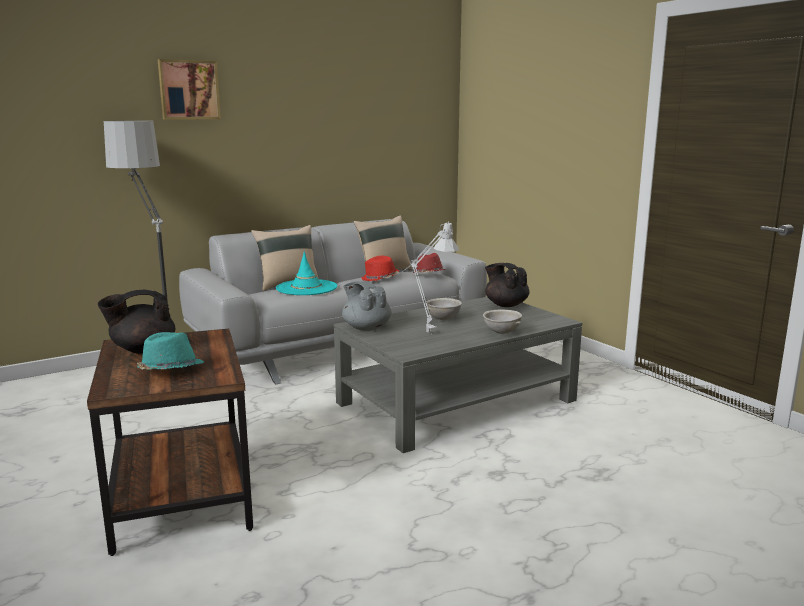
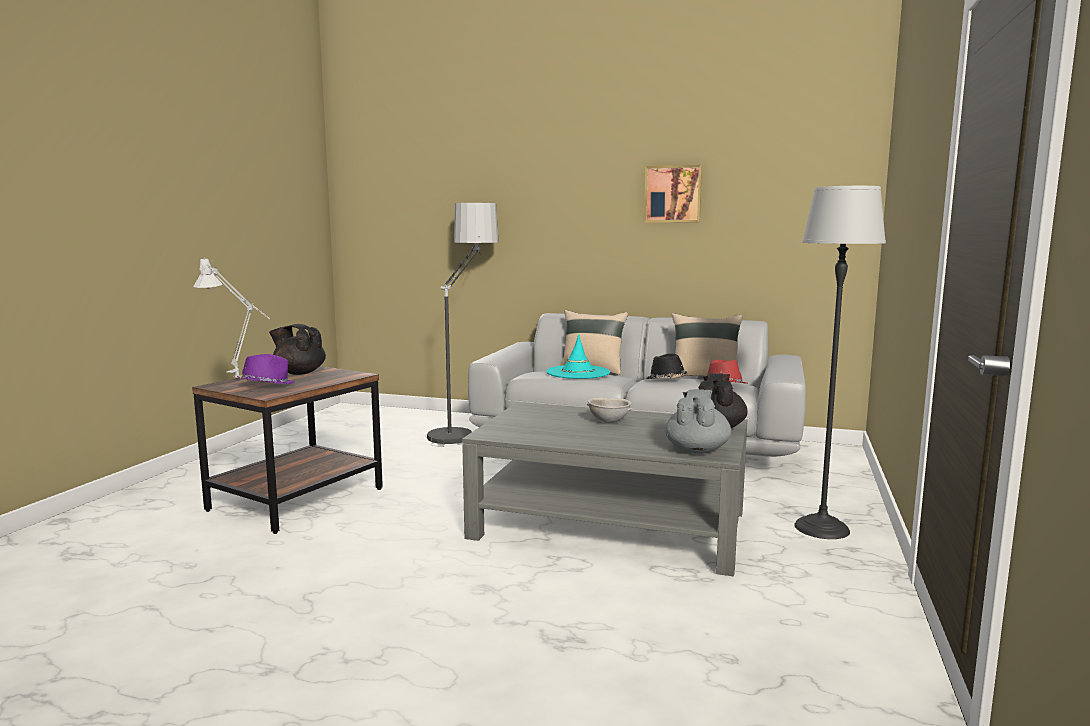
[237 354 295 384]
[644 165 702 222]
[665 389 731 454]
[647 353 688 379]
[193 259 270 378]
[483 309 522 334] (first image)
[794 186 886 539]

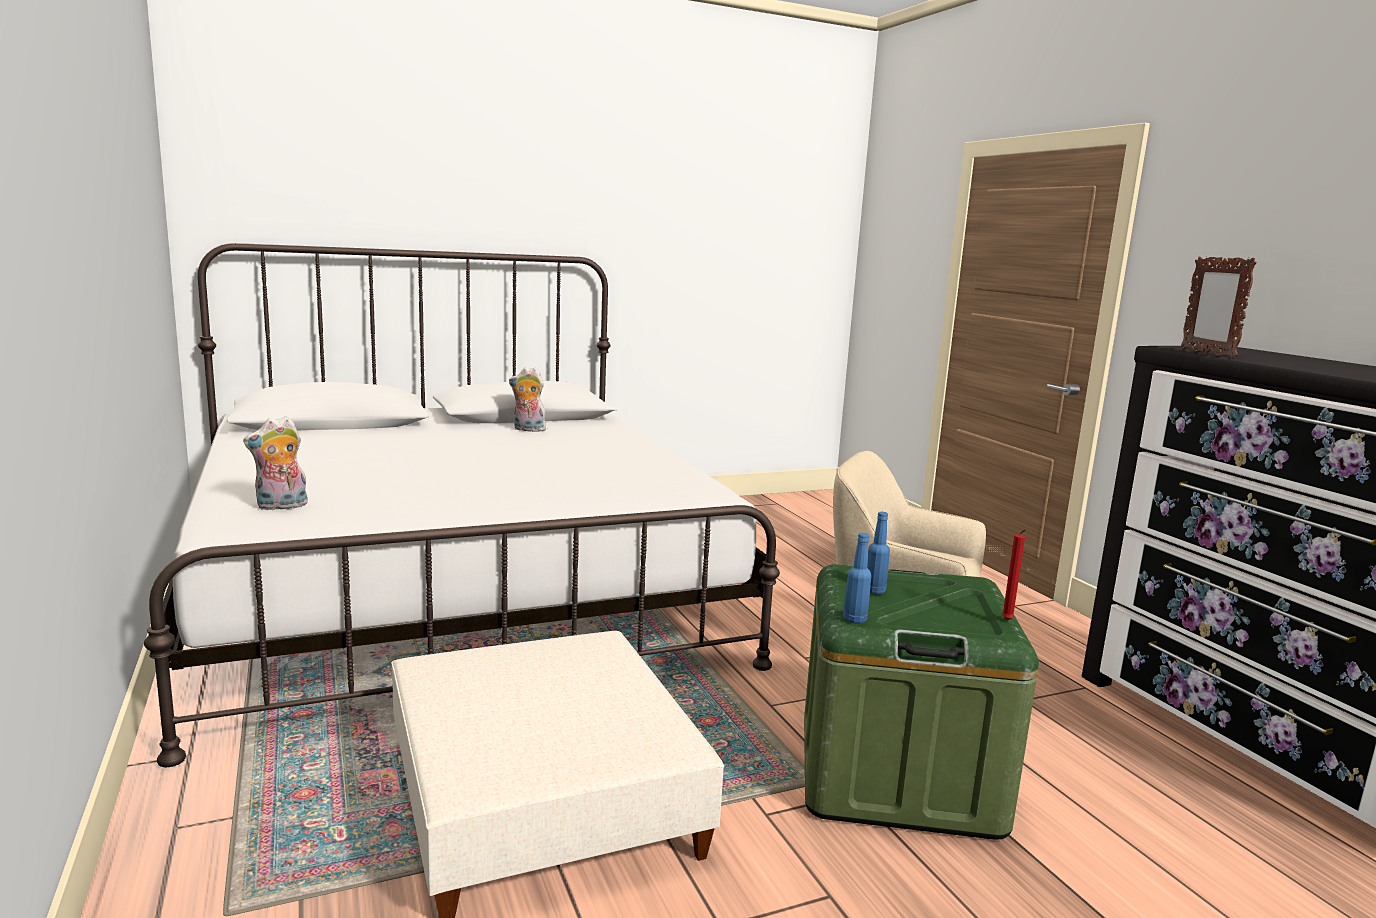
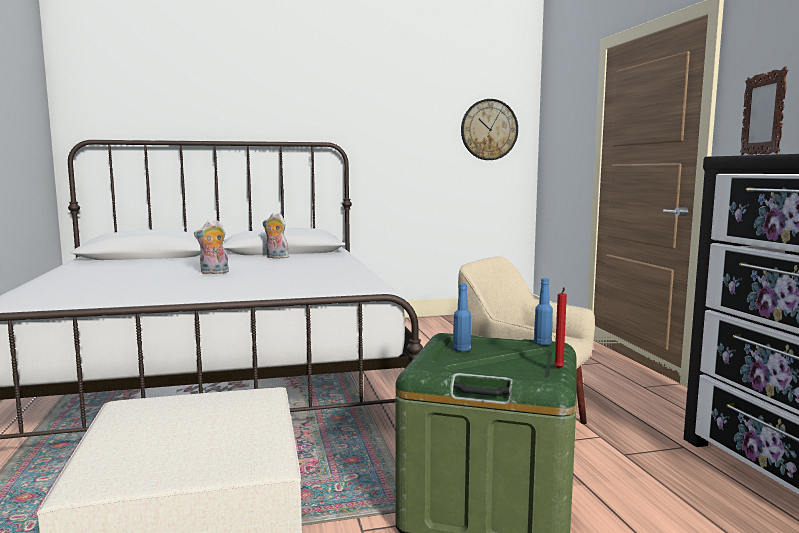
[194 220 229 274]
[534 278 553 346]
[461 99 518 160]

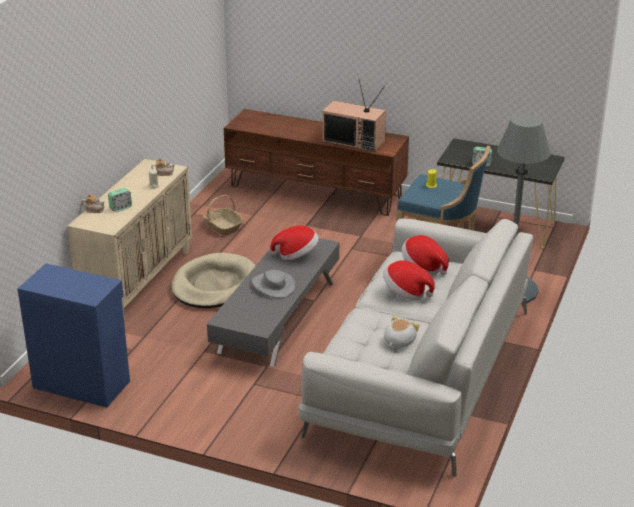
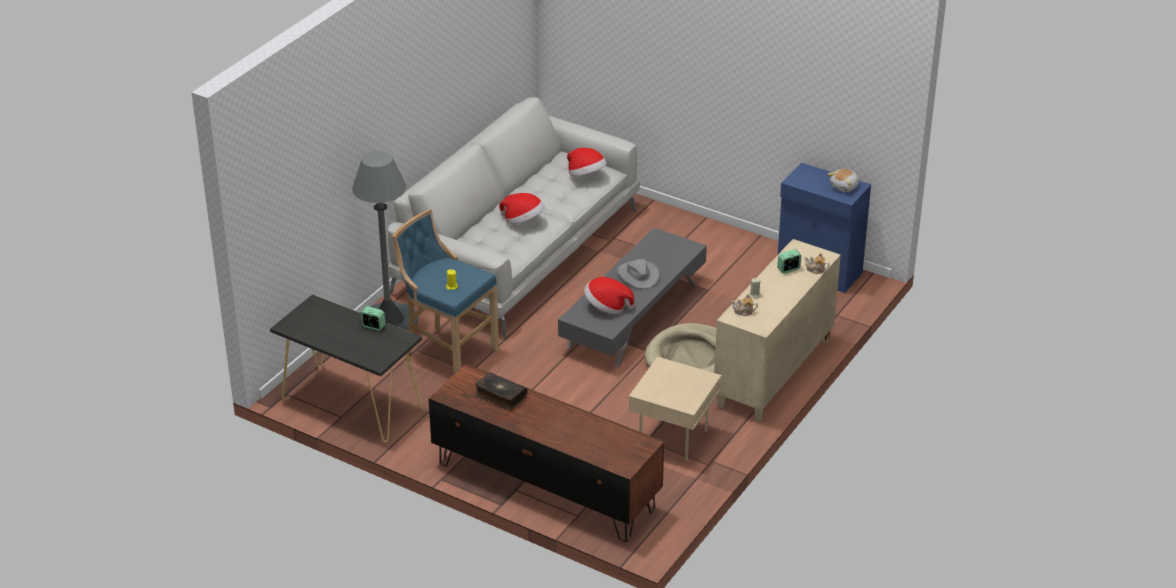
[629 357 722 461]
[475 372 527 410]
[827 169 859 192]
[567 148 607 176]

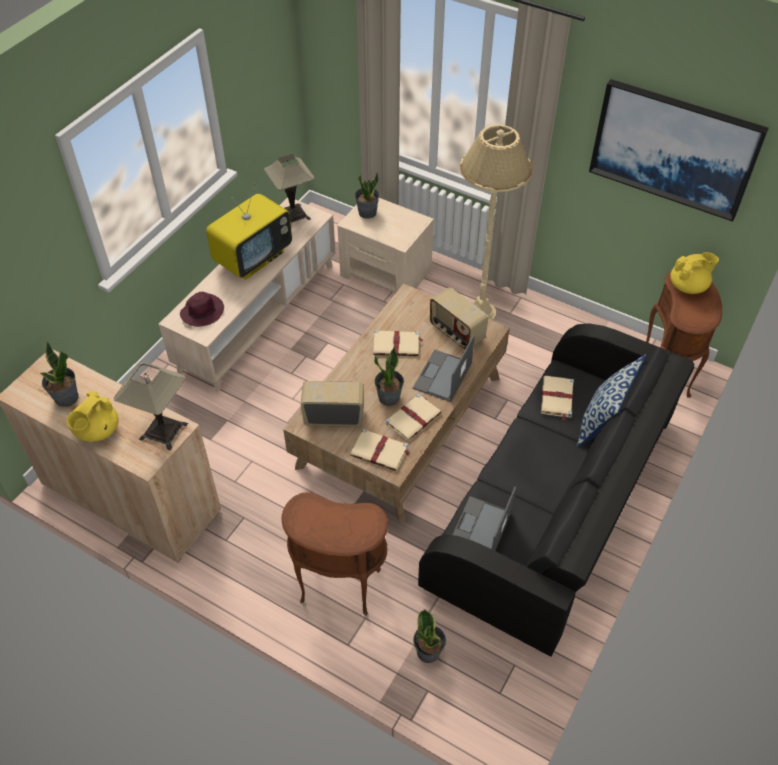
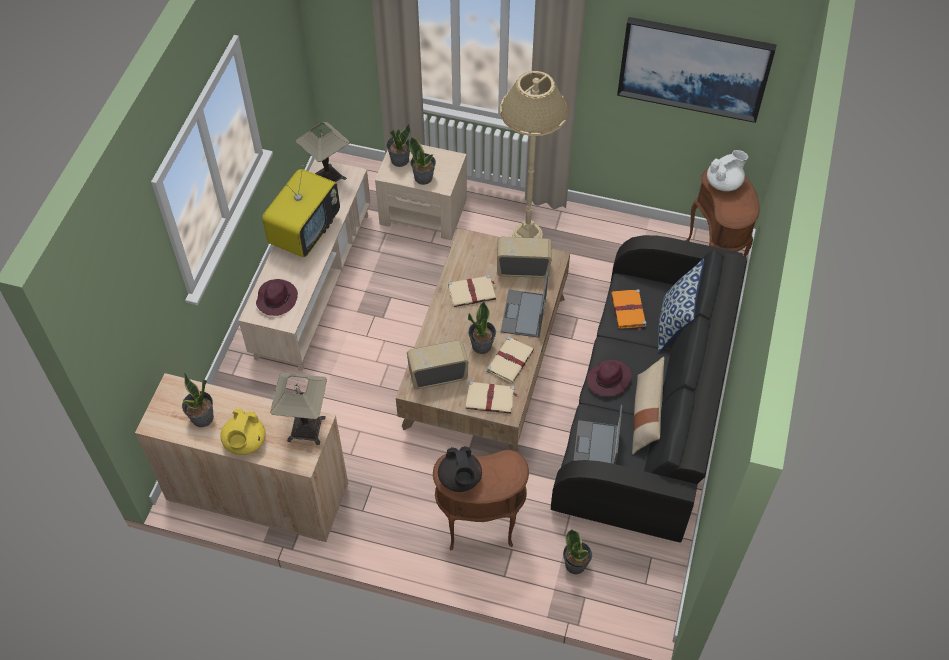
[497 237 552 278]
[611 289 646 330]
[707 150 748 191]
[409 137 436 185]
[438 446 482 492]
[587 360 632 396]
[632 357 664 454]

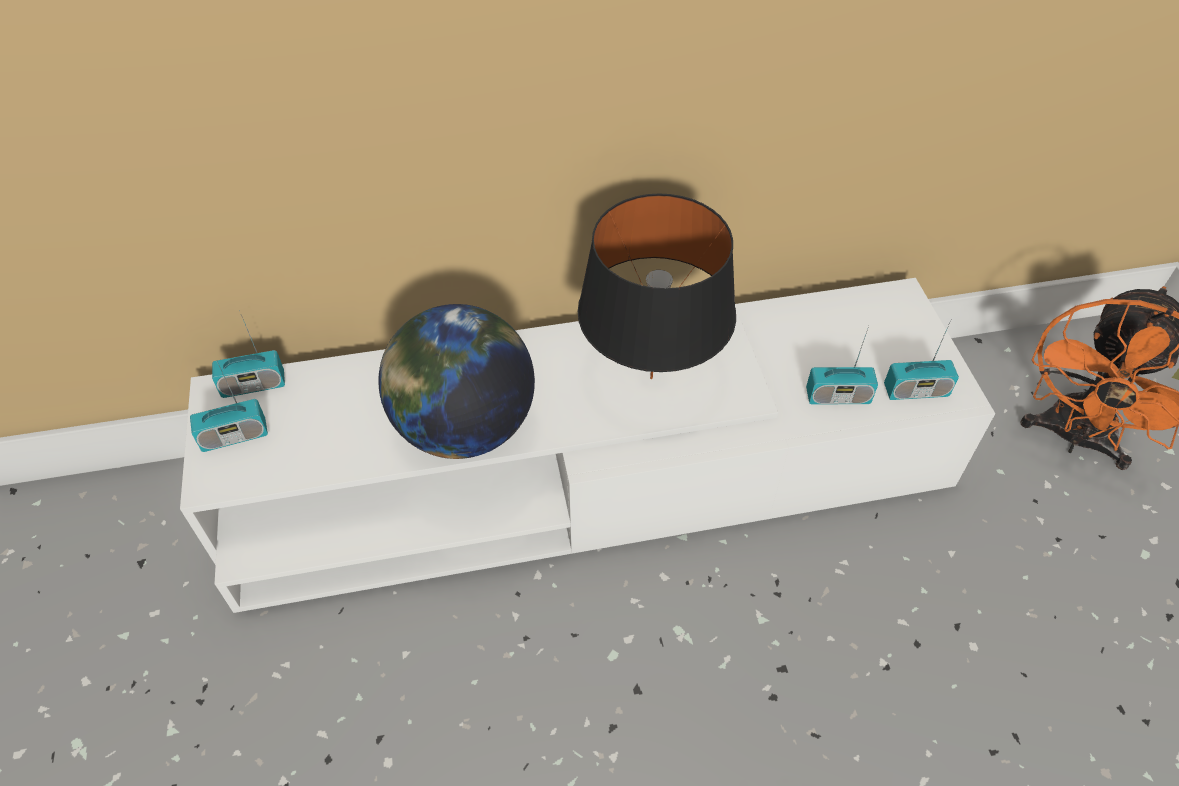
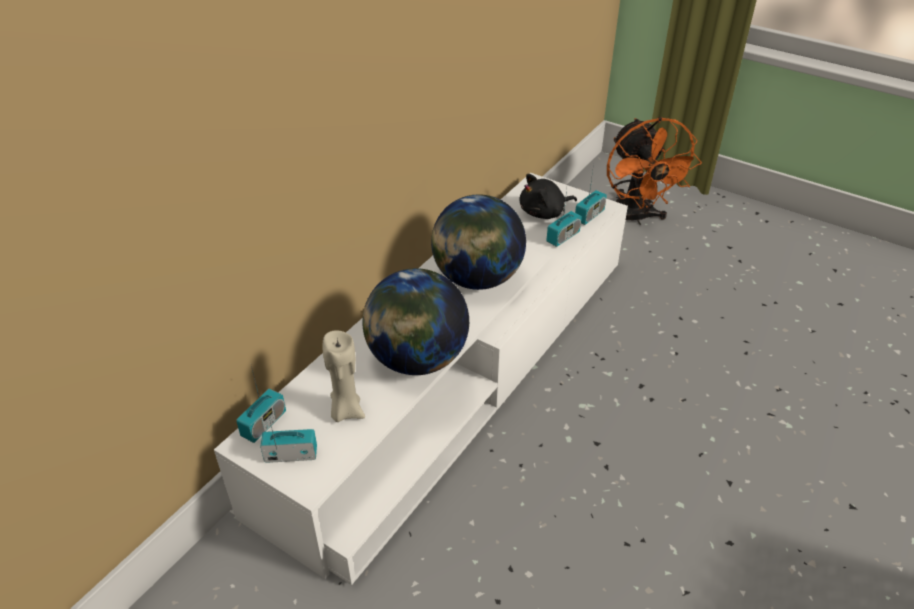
[260 414 317 463]
[431 194 526 290]
[323 330 365 422]
[520 174 577 219]

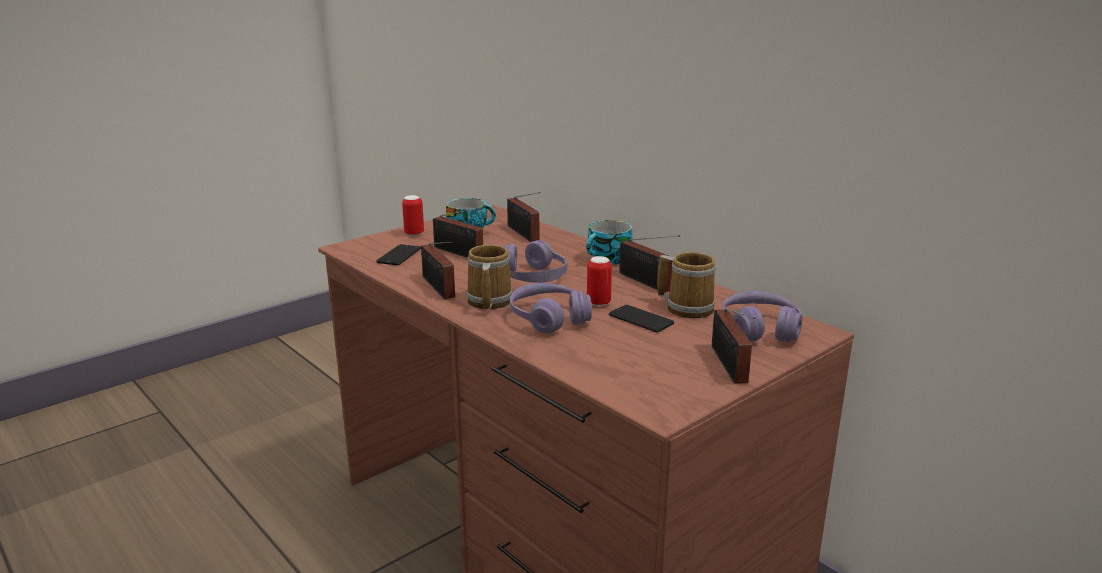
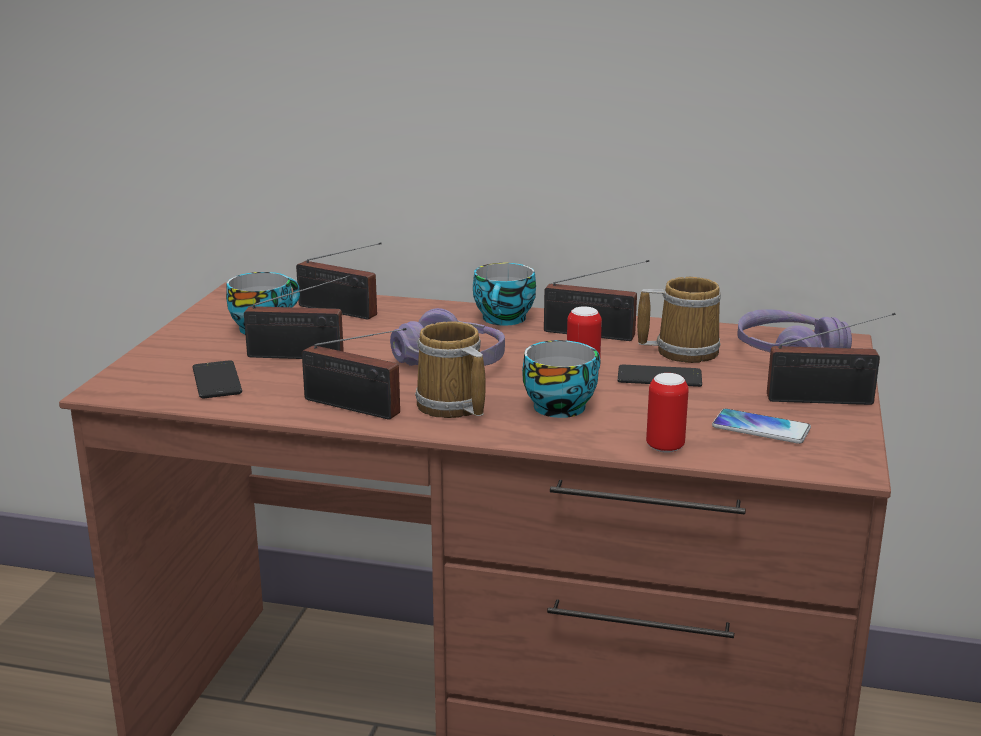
[646 373 689 453]
[522 340 600 418]
[767 313 896 405]
[712 408 811 444]

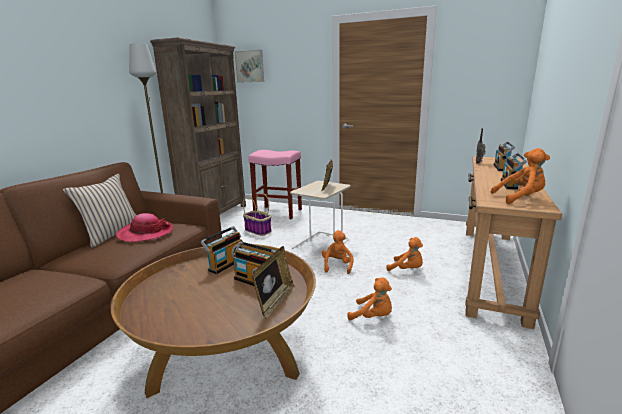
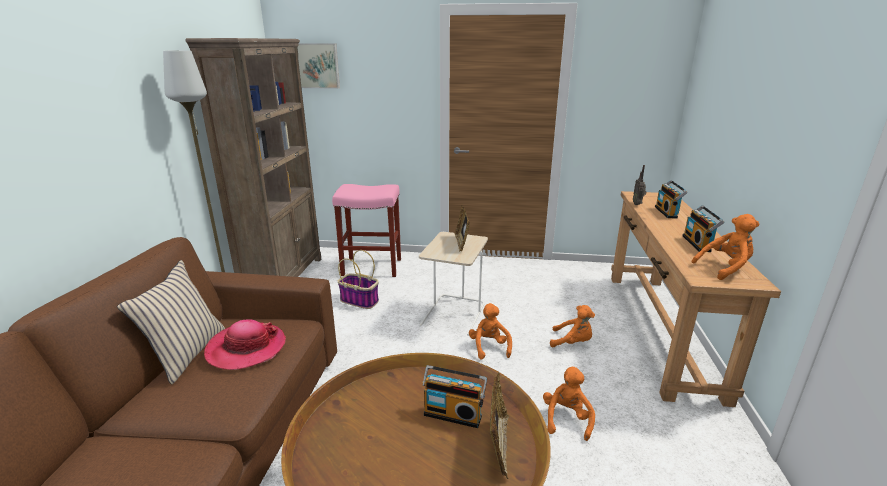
[201 226 243 274] (first image)
[543 367 595 441]

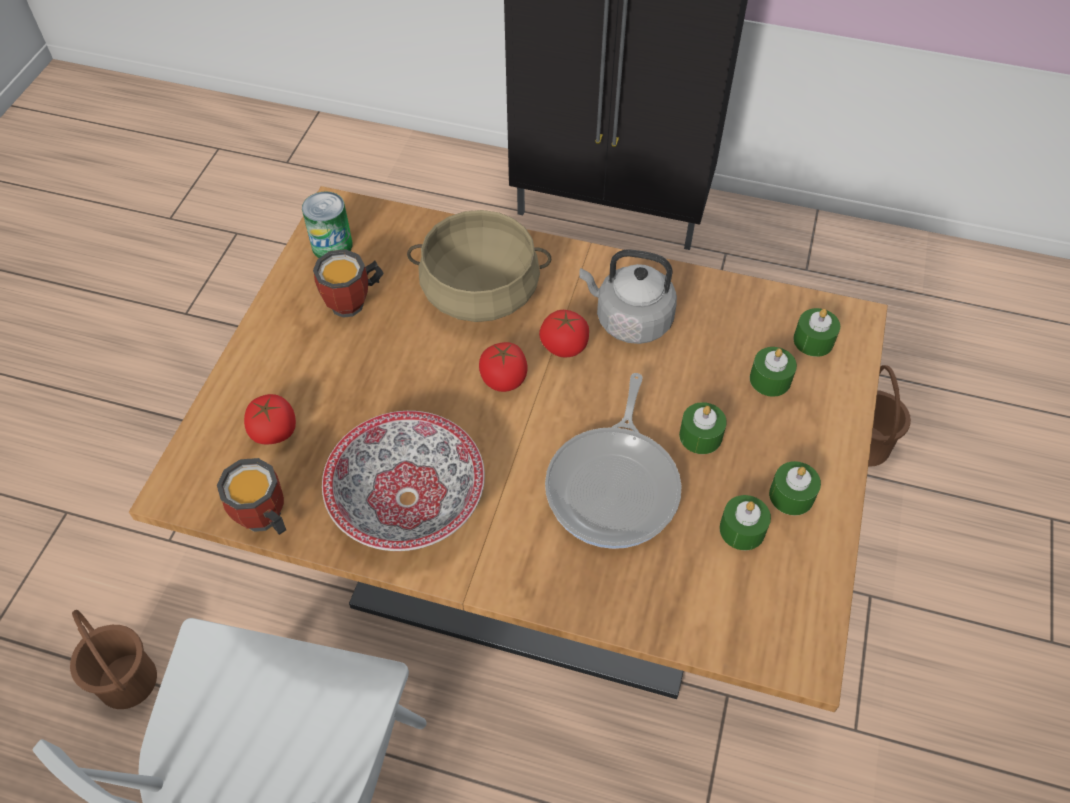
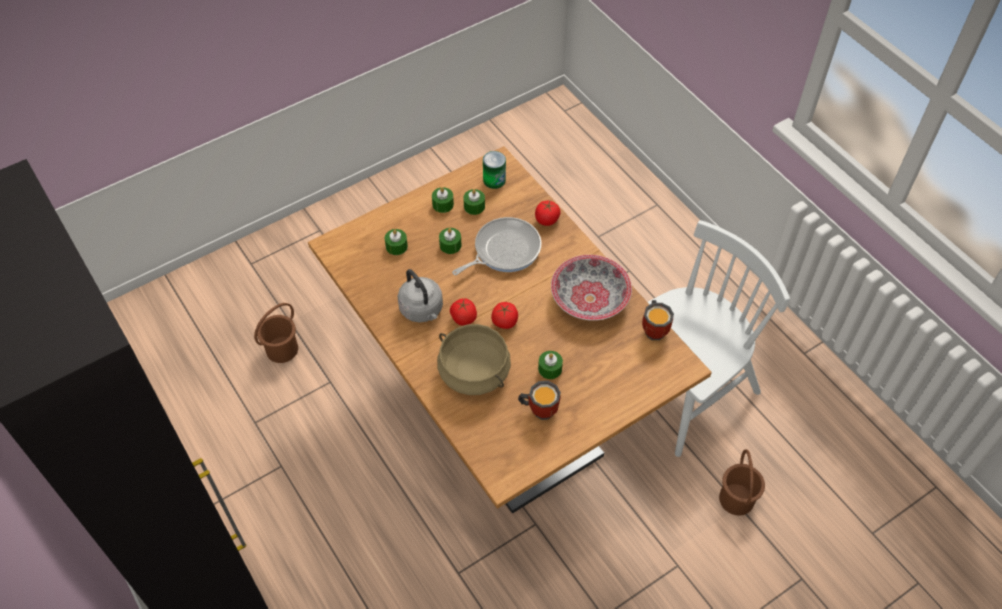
[535 201 561 226]
[483 151 506 189]
[538 351 563 379]

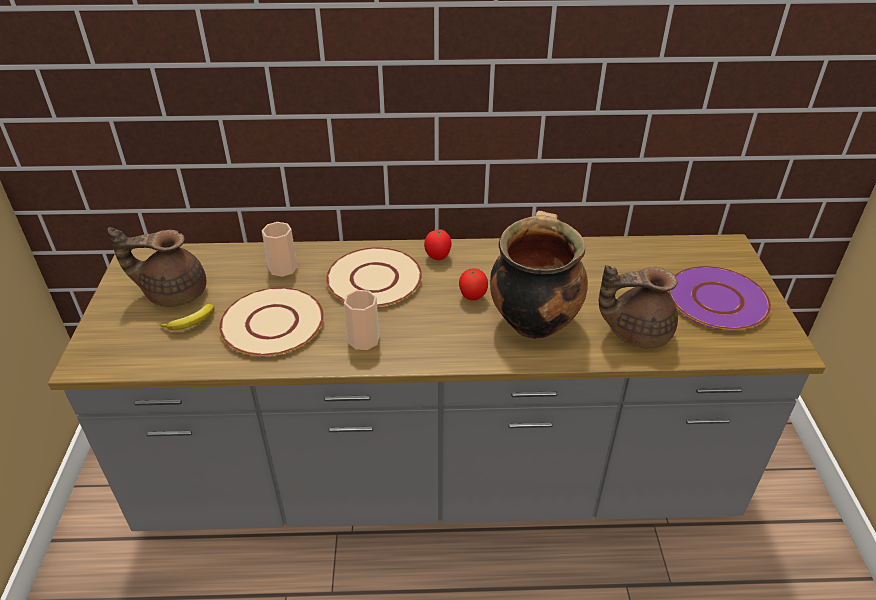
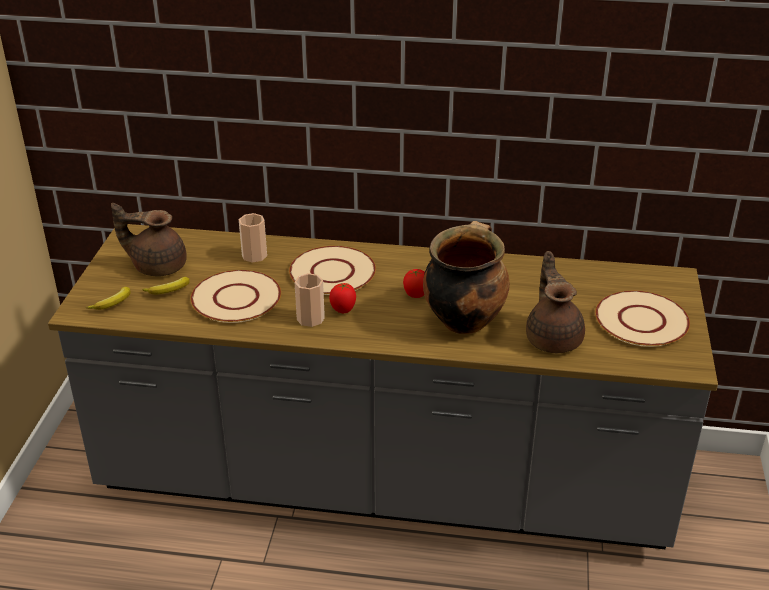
[329 283 356 313]
[526 251 585 353]
[595 291 690 347]
[86 287 131 310]

